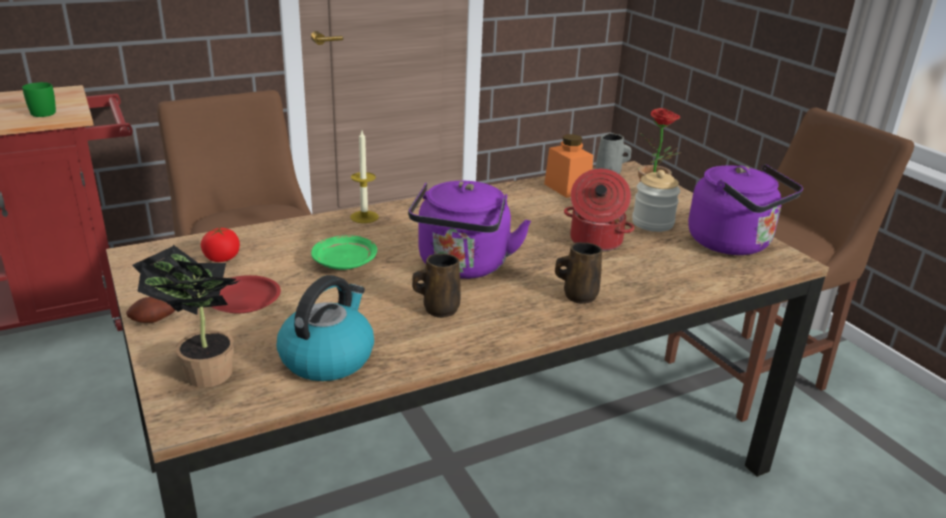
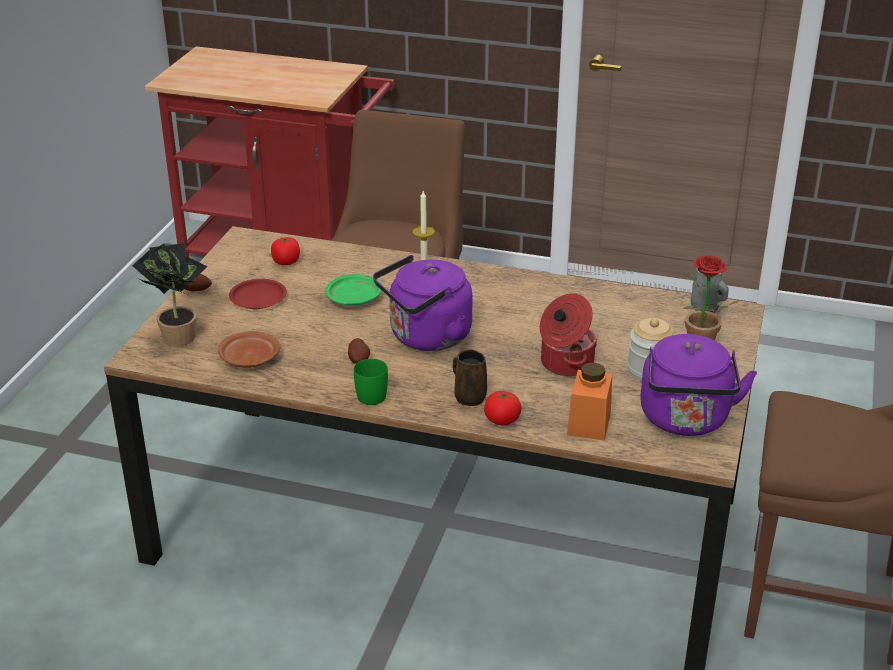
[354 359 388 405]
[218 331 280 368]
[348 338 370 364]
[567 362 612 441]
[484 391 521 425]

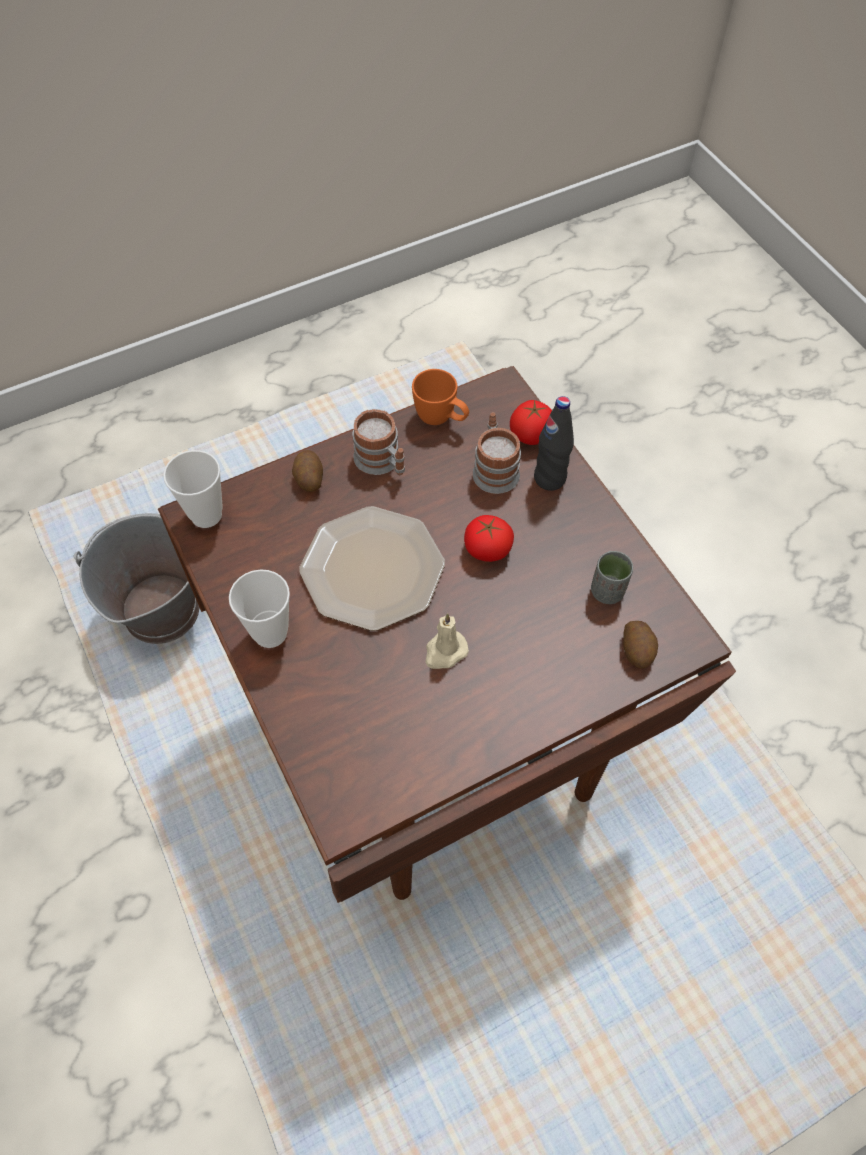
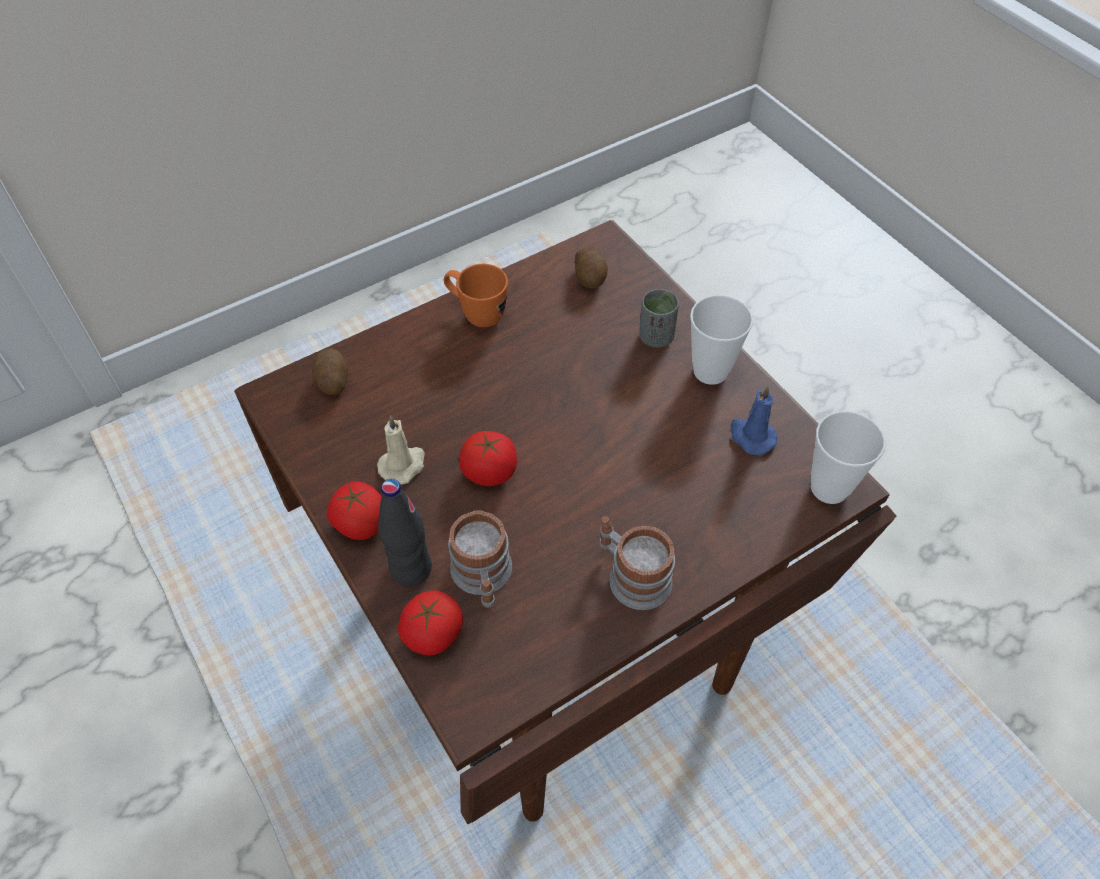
[74 513 199 644] (first image)
[575 248 608 289]
[300 506 445 631] (first image)
[444 264 508 327]
[377 416 425 485]
[639 289 679 348]
[327 482 382 540]
[731 385 777 455]

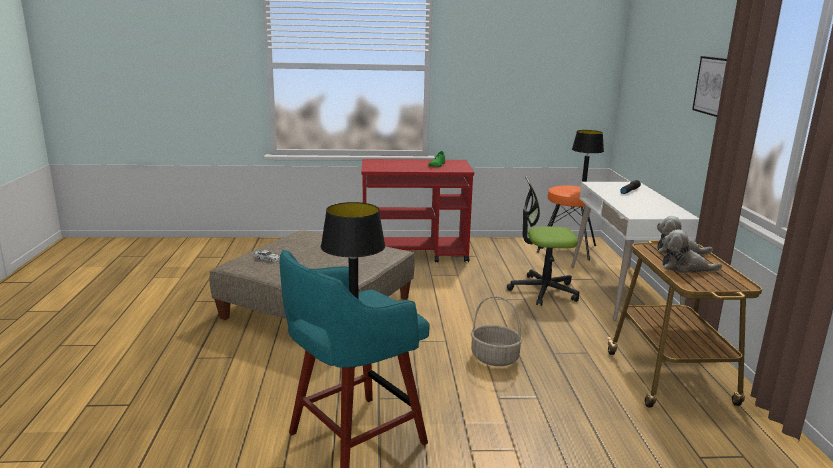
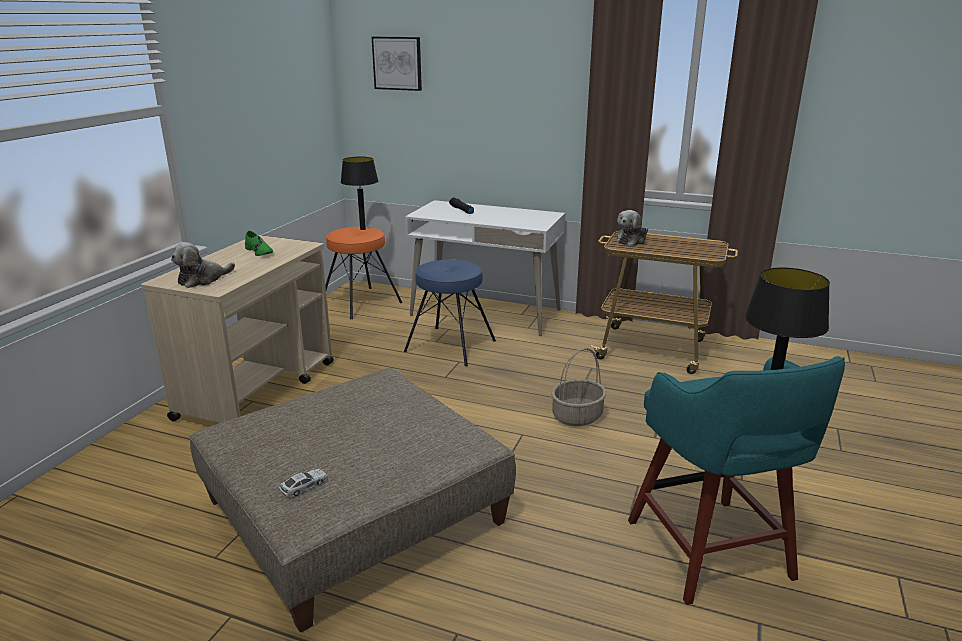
[141 235 334 423]
[404 259 496 367]
[171 242 235 288]
[372 37 422 91]

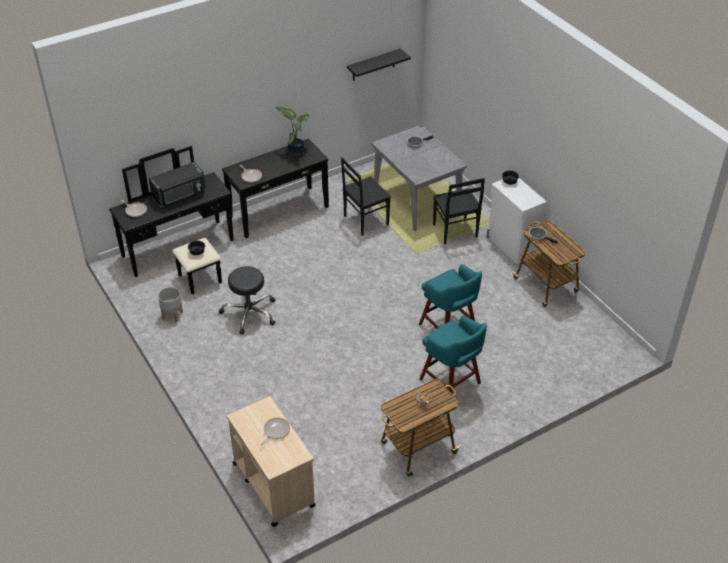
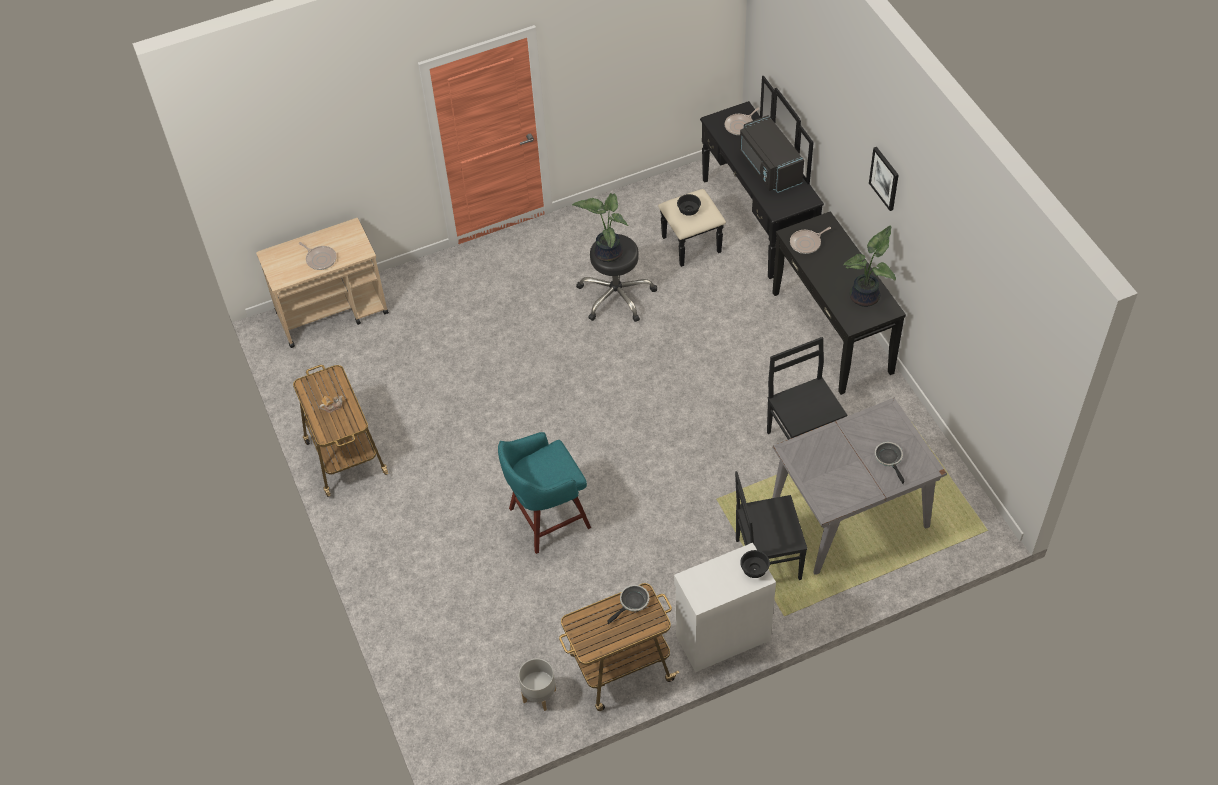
[518 658 556 711]
[347 49 411 81] (first image)
[419 315 487 394] (first image)
[572 193 629 262]
[869 147 899 211]

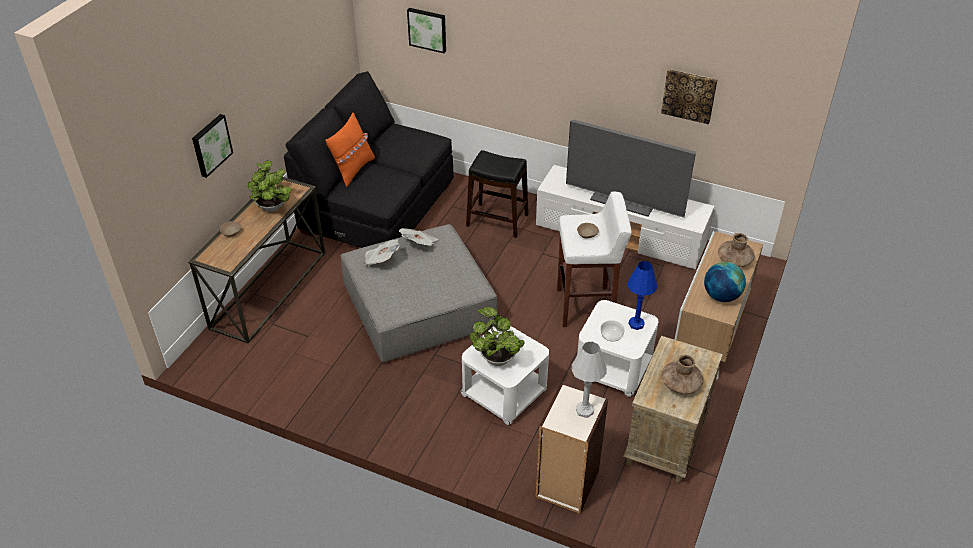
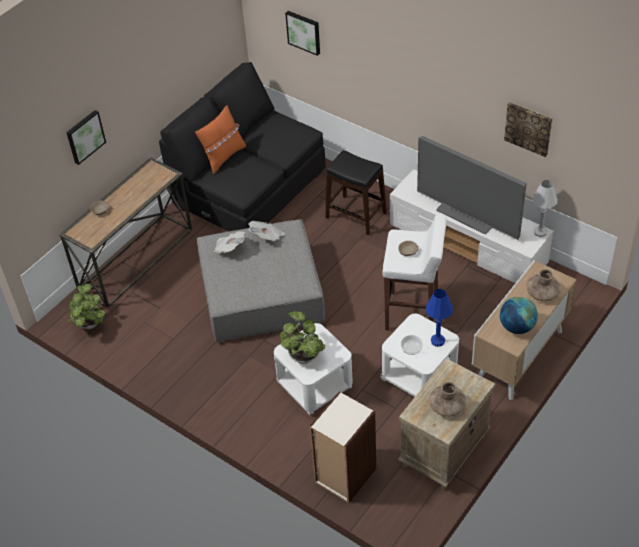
[68 284 105 329]
[532 180 558 237]

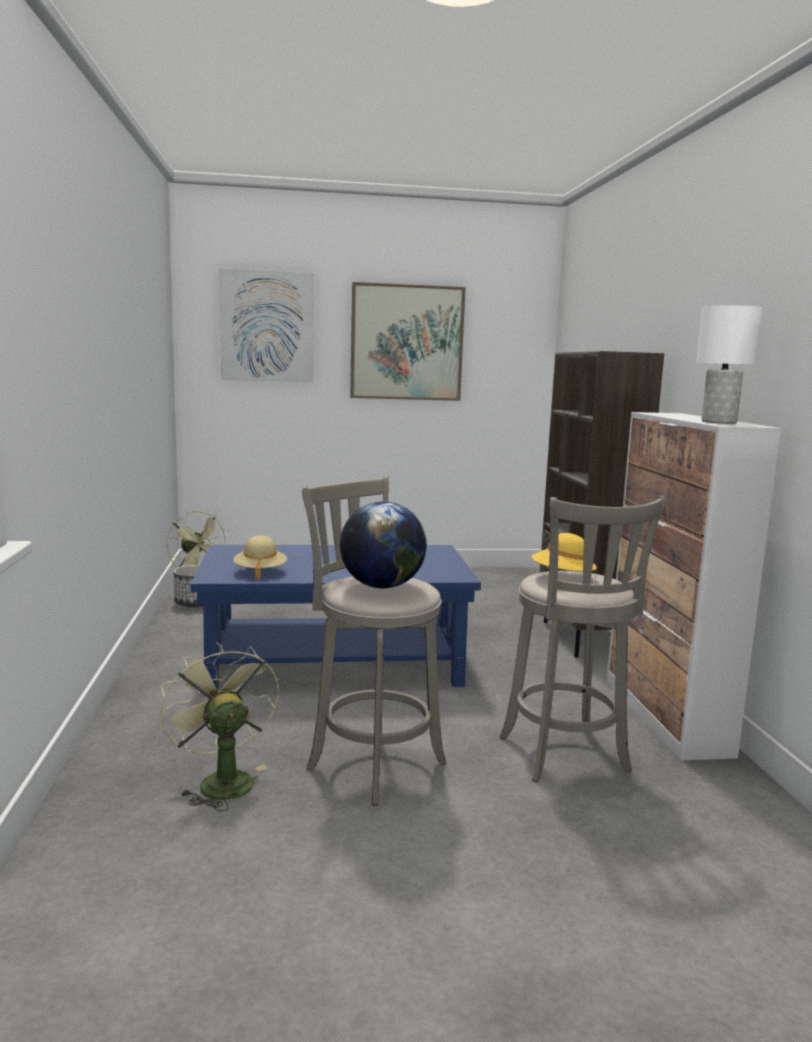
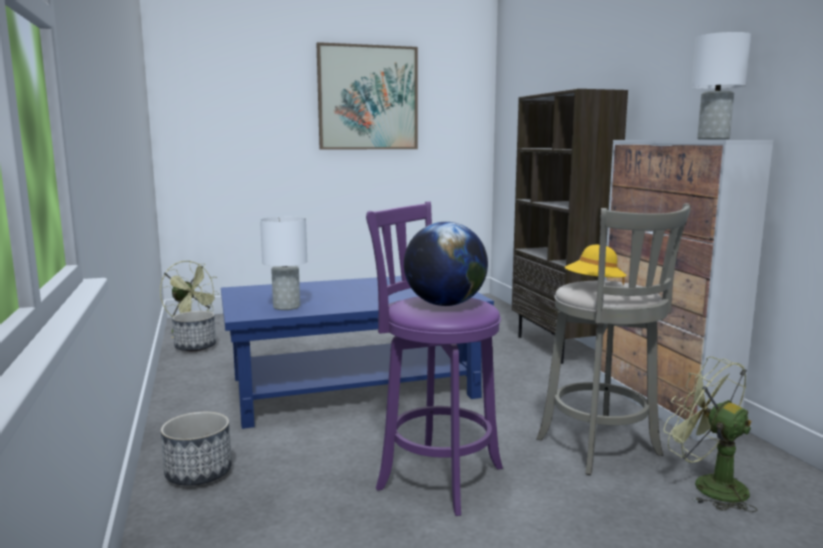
[664 357 758 512]
[219 268 314 382] (first image)
[260 217 307 310]
[366 202 503 516]
[161 412 232 486]

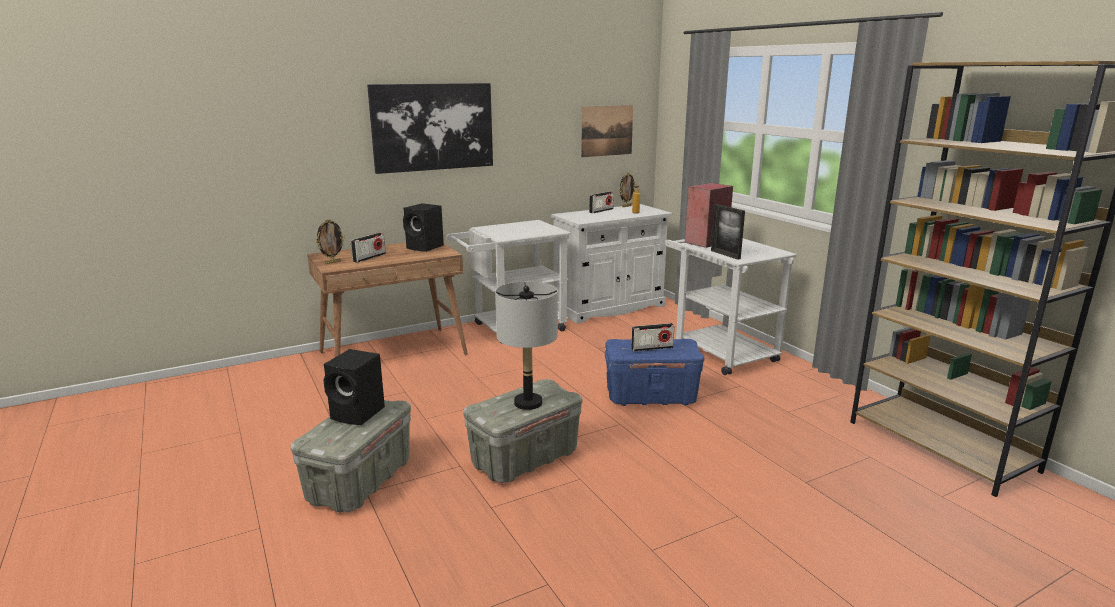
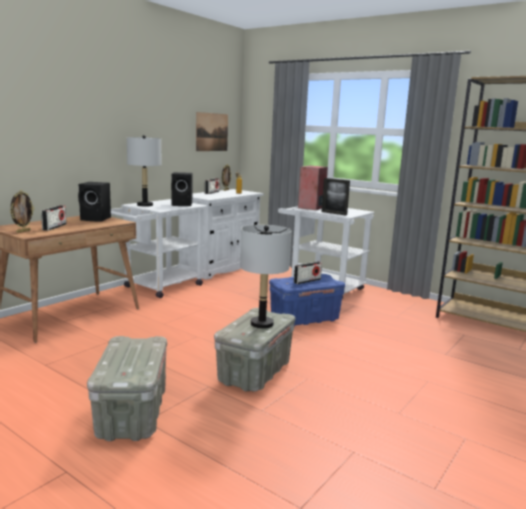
[171 172 193 206]
[367 83 493 174] (first image)
[127 135 161 207]

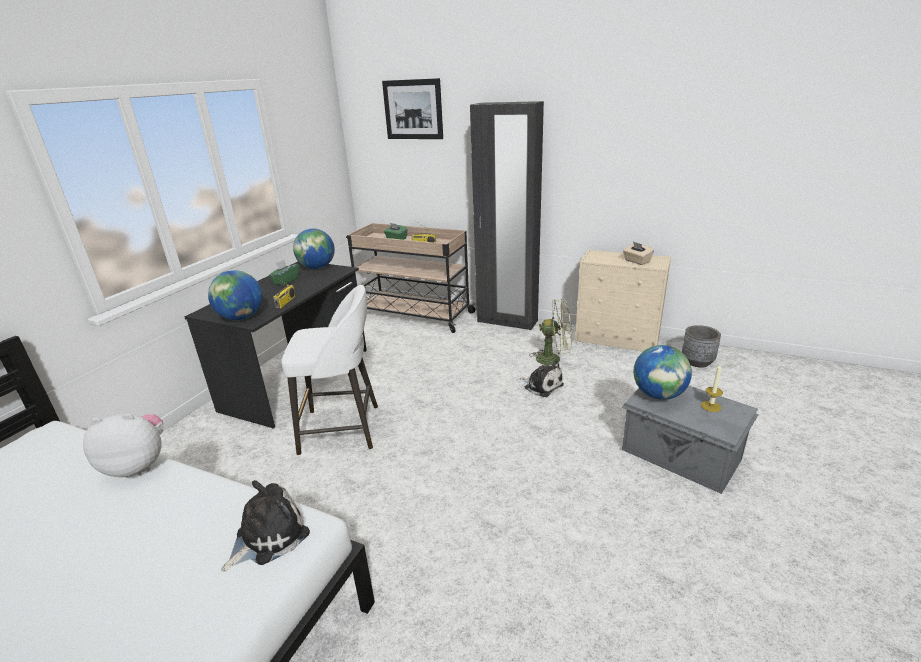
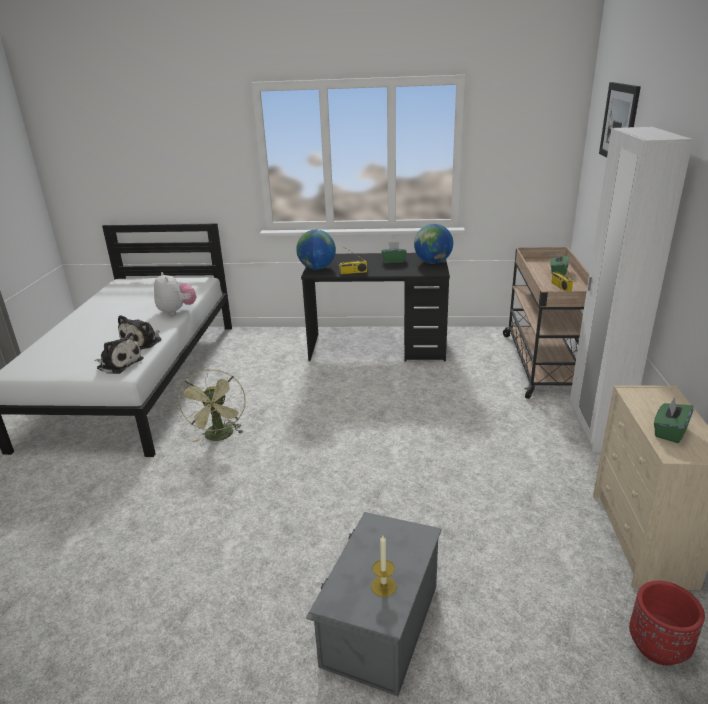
[282 285 378 455] (first image)
[570 127 693 452]
[118 315 161 350]
[178 369 246 442]
[654 397 694 443]
[634 345 692 400] (first image)
[629 581 705 665]

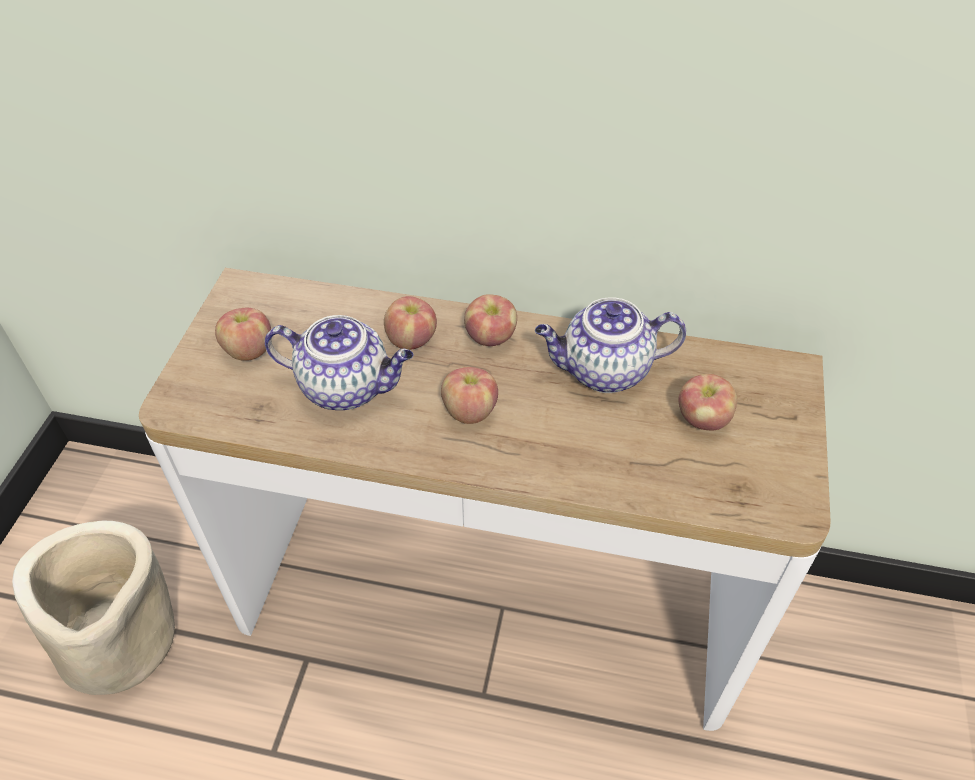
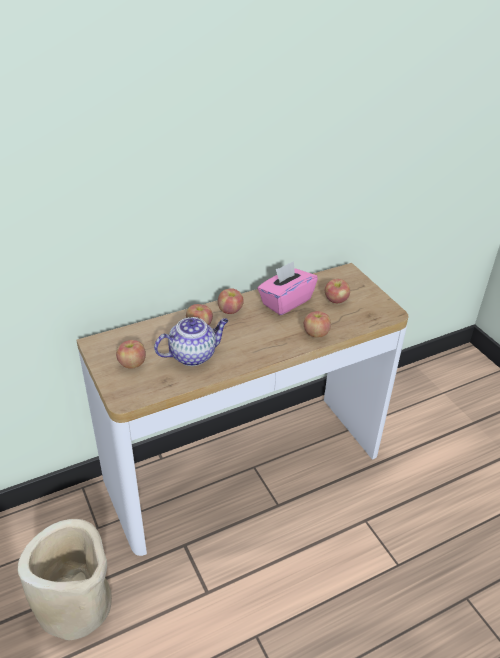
[304 311 331 338]
[257 261 318 315]

